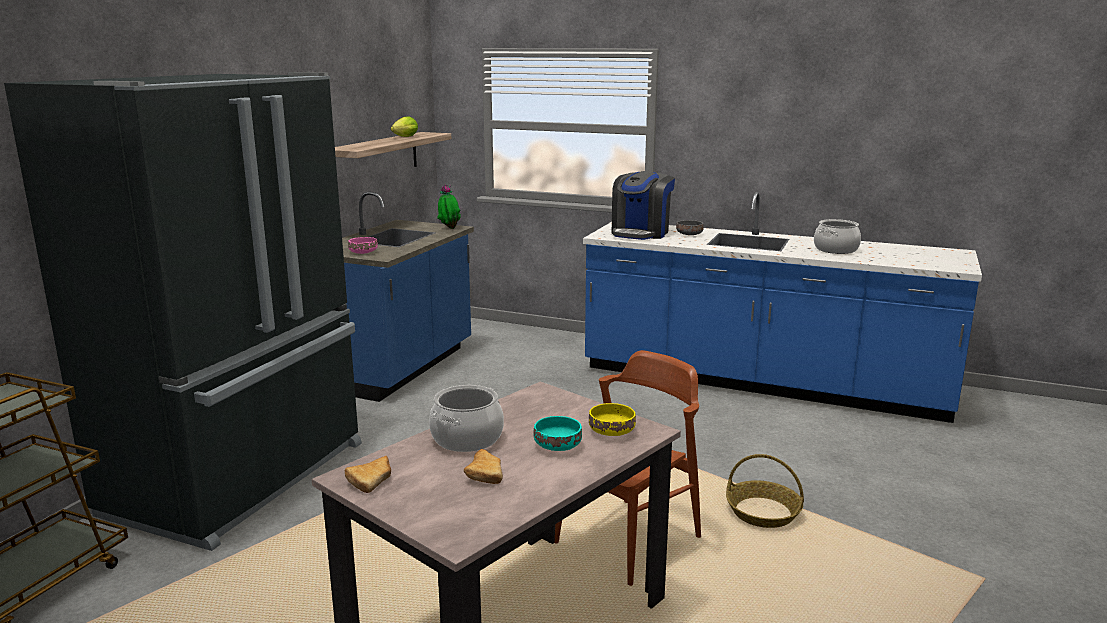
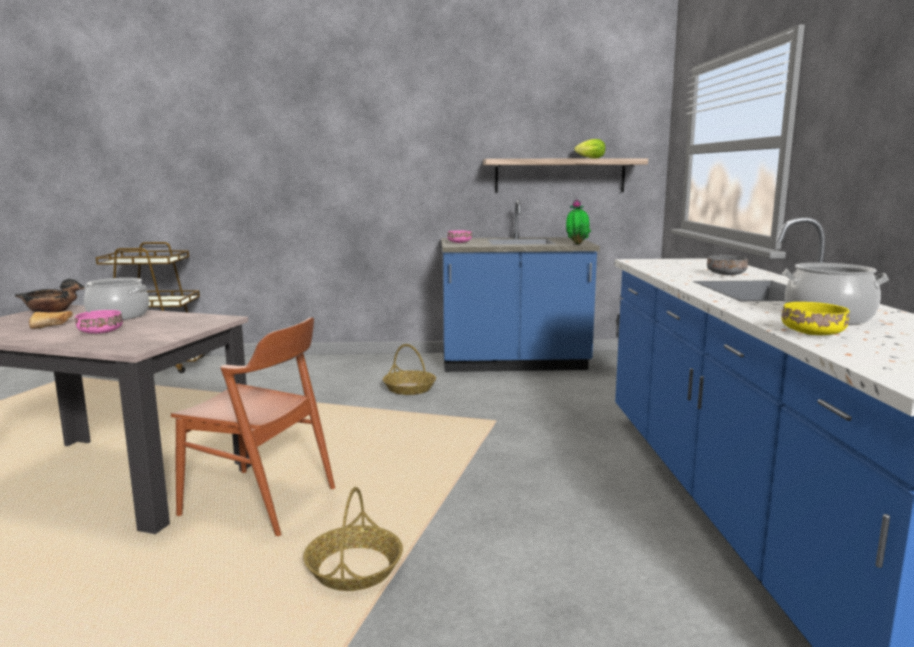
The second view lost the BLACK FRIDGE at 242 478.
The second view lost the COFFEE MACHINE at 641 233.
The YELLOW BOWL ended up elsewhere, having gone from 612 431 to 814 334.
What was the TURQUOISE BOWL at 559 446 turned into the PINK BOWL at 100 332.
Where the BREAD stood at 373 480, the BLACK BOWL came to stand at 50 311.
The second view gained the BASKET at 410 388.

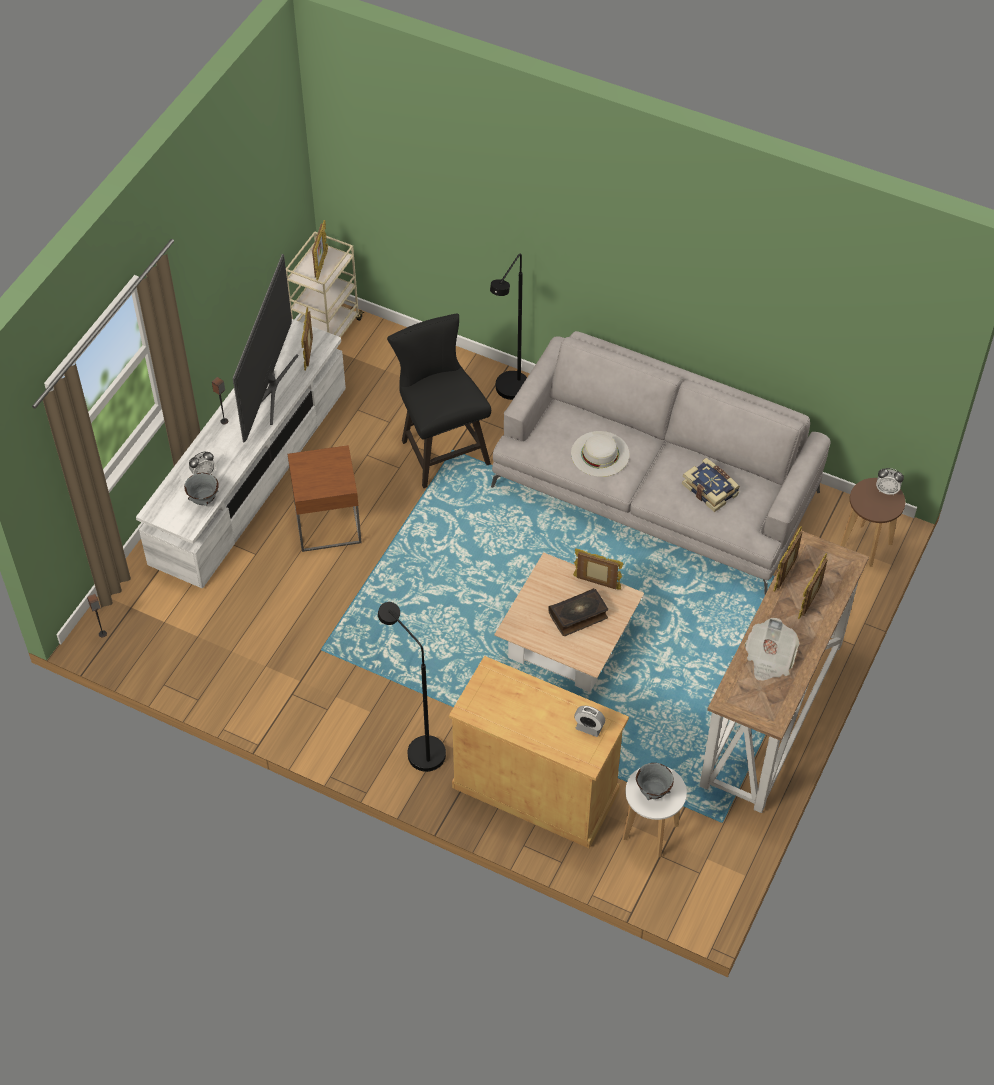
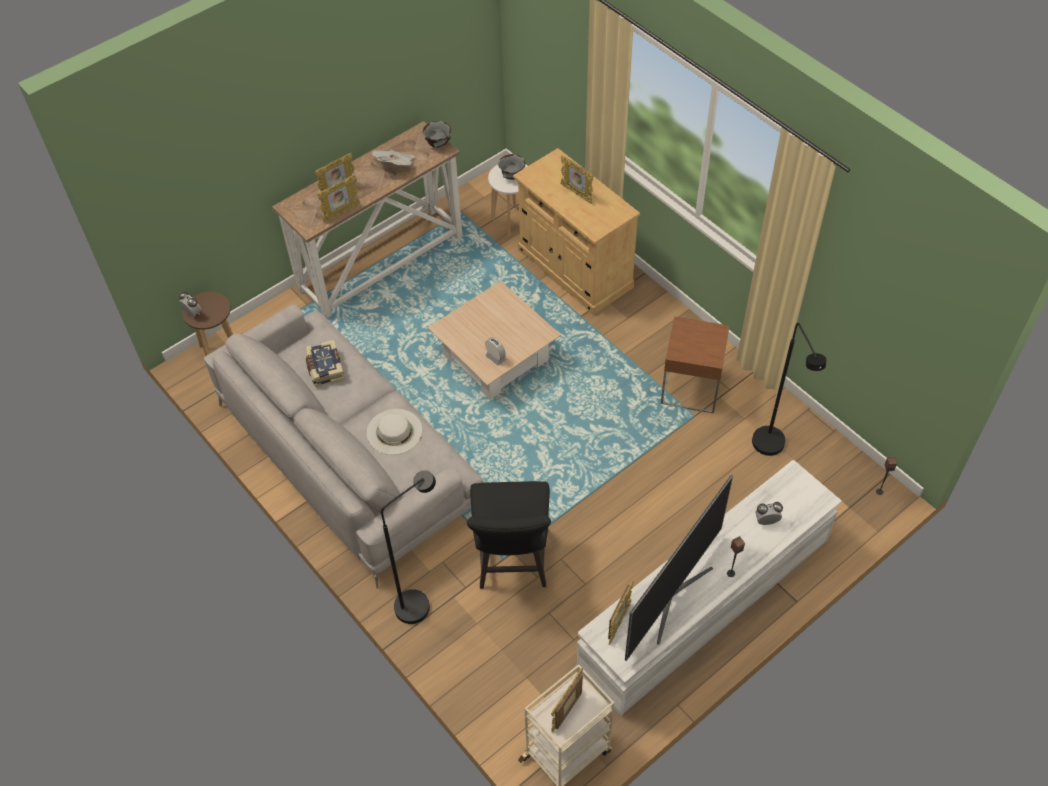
The BROWN SIDE TABLE ended up elsewhere, having gone from 328 523 to 690 387.
The GREY BOWL ended up elsewhere, having gone from 204 499 to 438 145.
The PICTURE FRAME ended up elsewhere, having gone from 596 583 to 577 194.
The second view lost the BOOK at 578 616.
The BLACK FLOOR LAMP ended up elsewhere, having gone from 418 748 to 773 449.
The ALARM CLOCK ended up elsewhere, having gone from 589 727 to 495 357.

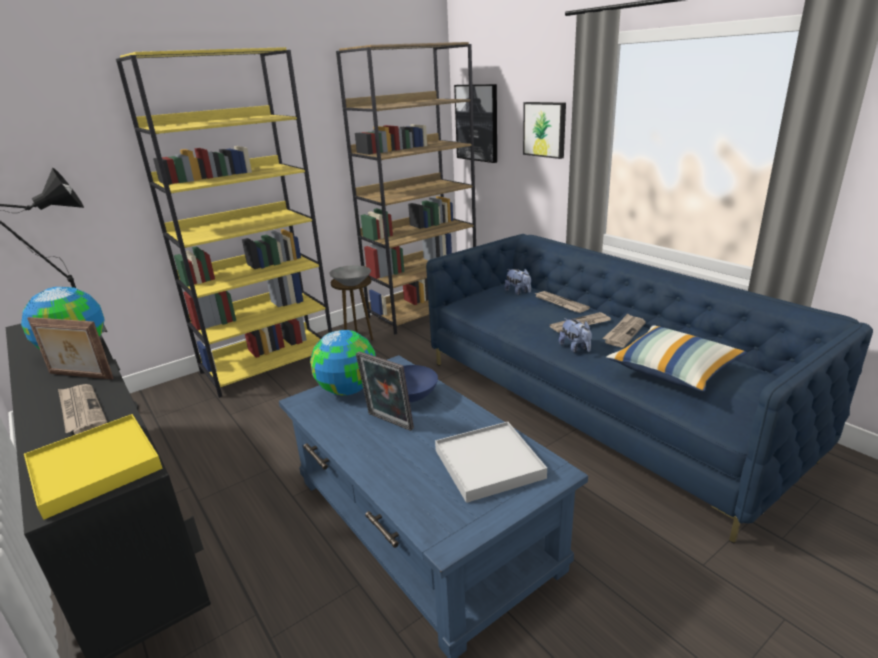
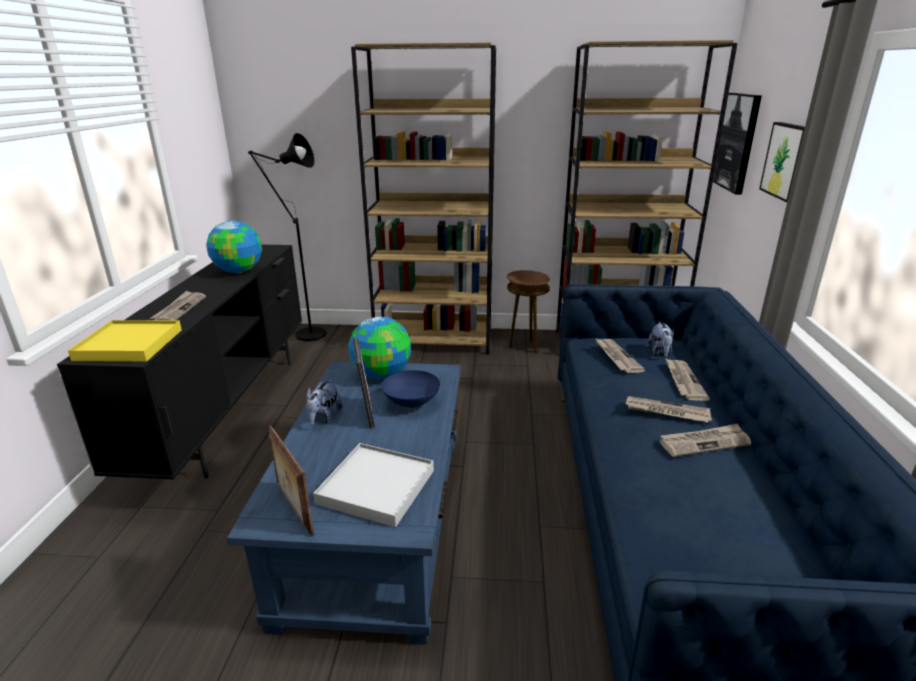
What was the YELLOW BOOKCASE at 269 364 turned into the BROWN BOOKCASE at 435 340.
What was the GREY BOWL at 351 283 turned into the BROWN BOWL at 527 289.
The PICTURE FRAME ended up elsewhere, having gone from 79 376 to 293 509.
The PLUSH TOY ended up elsewhere, having gone from 575 348 to 324 417.
The second view lost the PILLOW at 673 371.
The second view gained the NEWSPAPER at 616 357.

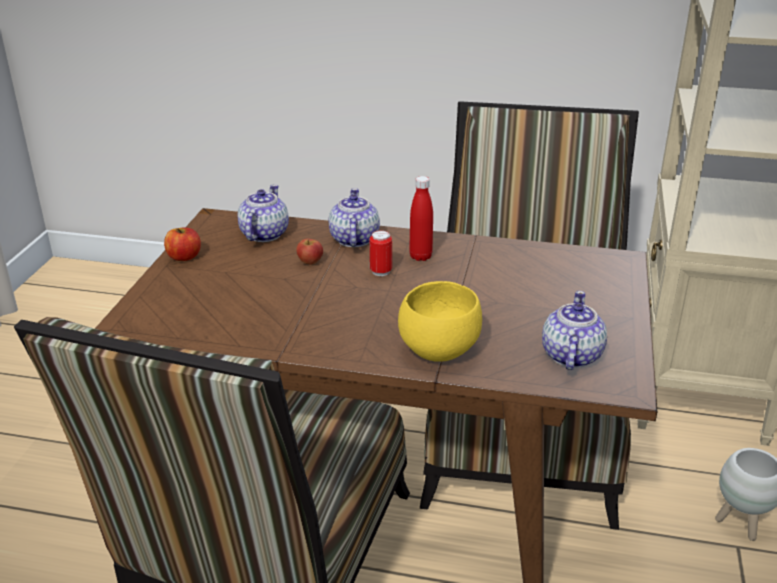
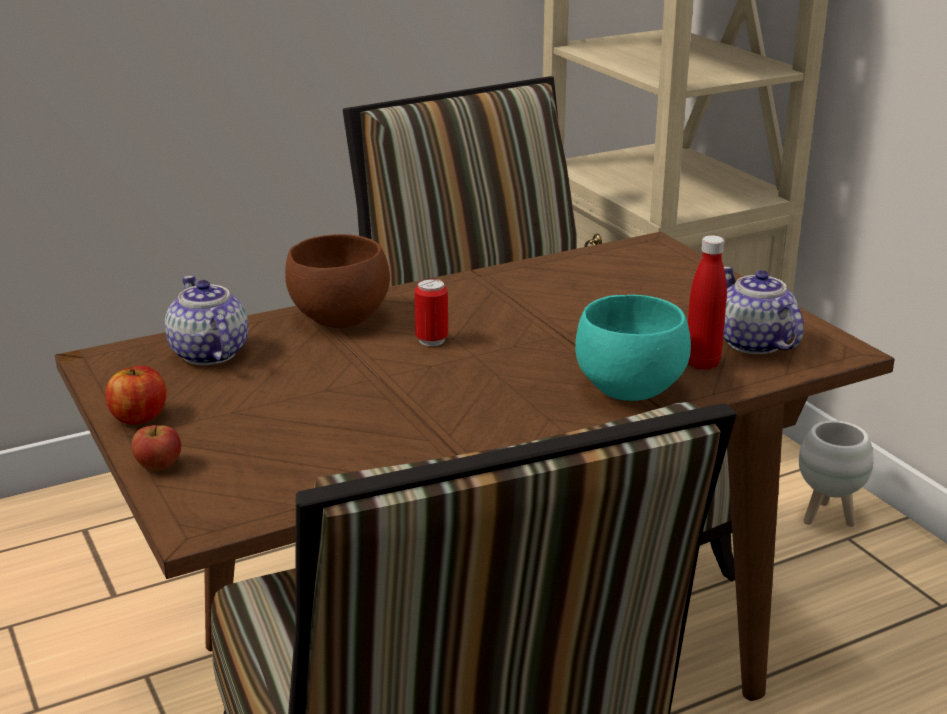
The RED BOTTLE ended up elsewhere, having gone from 420 256 to 702 363.
Where the TEAPOT stood at 353 239, the BROWN BOWL came to stand at 339 320.
The APPLE ended up elsewhere, having gone from 310 262 to 159 466.
What was the YELLOW BOWL at 436 350 turned into the TURQUOISE BOWL at 627 390.

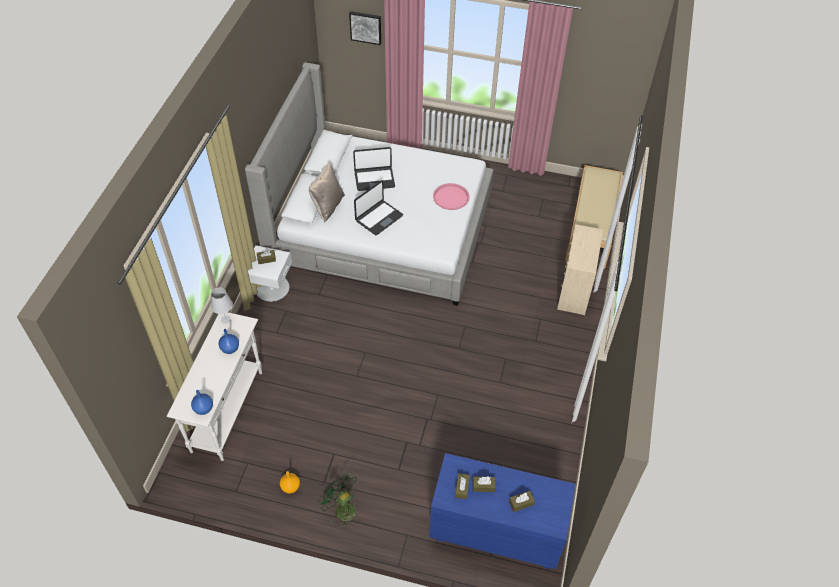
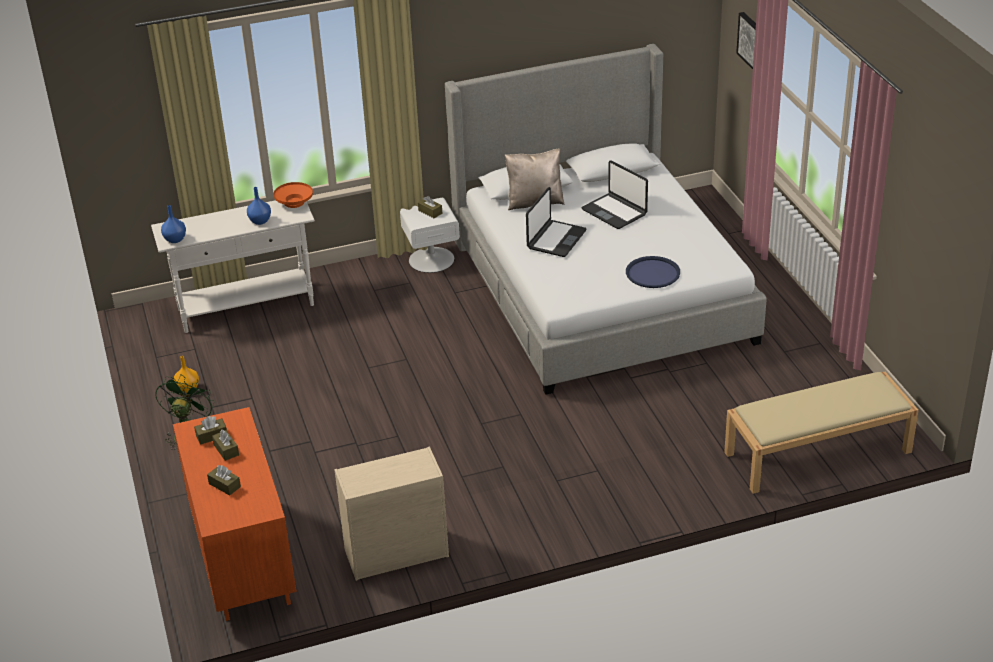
The LAPTOP at 378 218 ended up facing another way, 75 degrees counterclockwise from before.
What was the PINK TRAY at 451 197 turned into the BLUE TRAY at 652 273.
The BEIGE DRESSER ended up elsewhere, having gone from 574 291 to 395 553.
Where the WHITE TABLE LAMP stood at 225 319, the ORANGE BOWL came to stand at 294 202.
What was the BLUE DRESSER at 495 533 turned into the ORANGE DRESSER at 243 558.

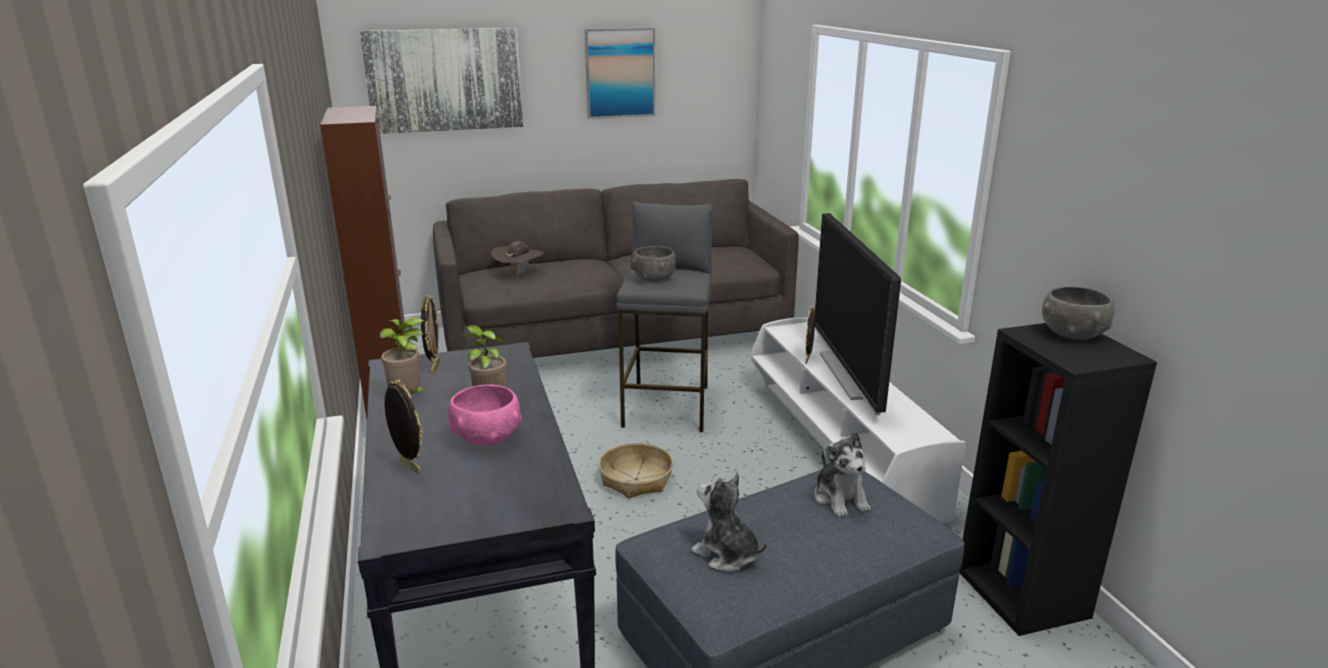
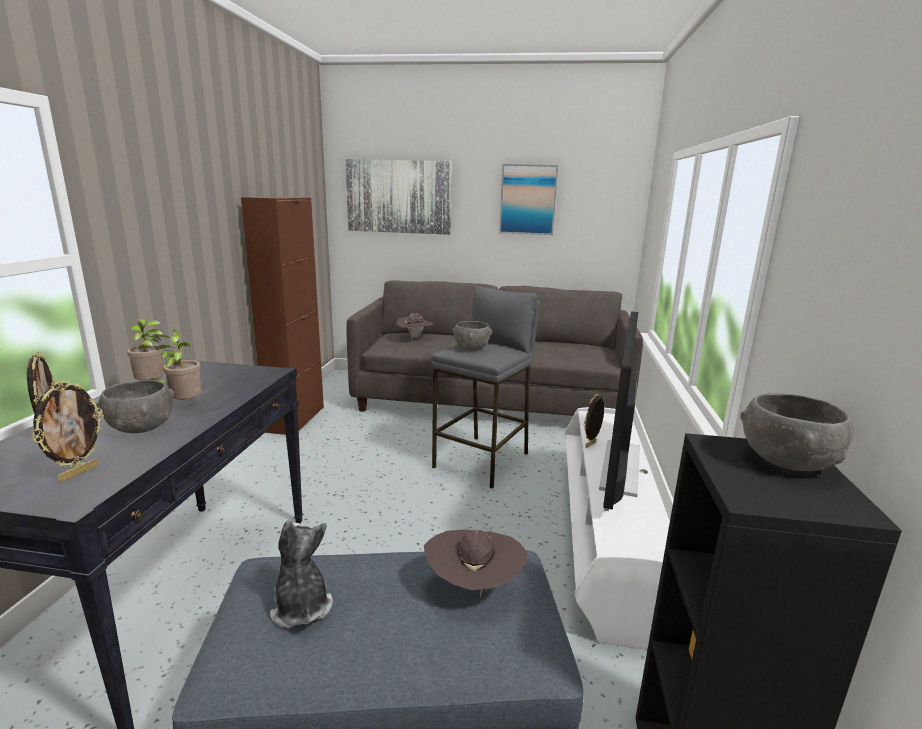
The PICTURE FRAME ended up elsewhere, having gone from 434 367 to 78 472.
What was the PINK BOWL at 487 438 turned into the GREY BOWL at 141 427.
Where the PLUSH TOY stood at 840 498, the BROWN HAT came to stand at 474 586.
The second view lost the BASKET at 636 479.

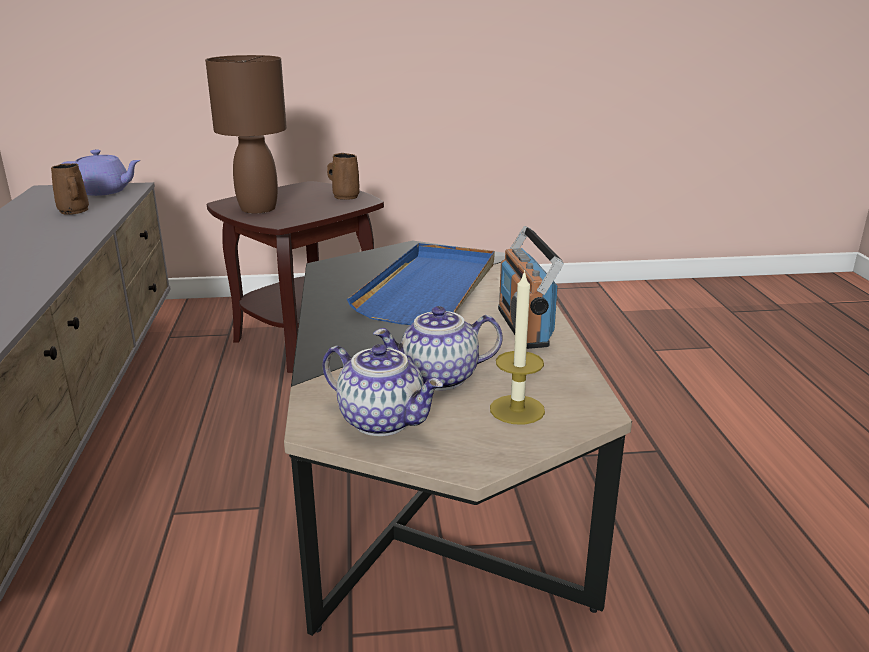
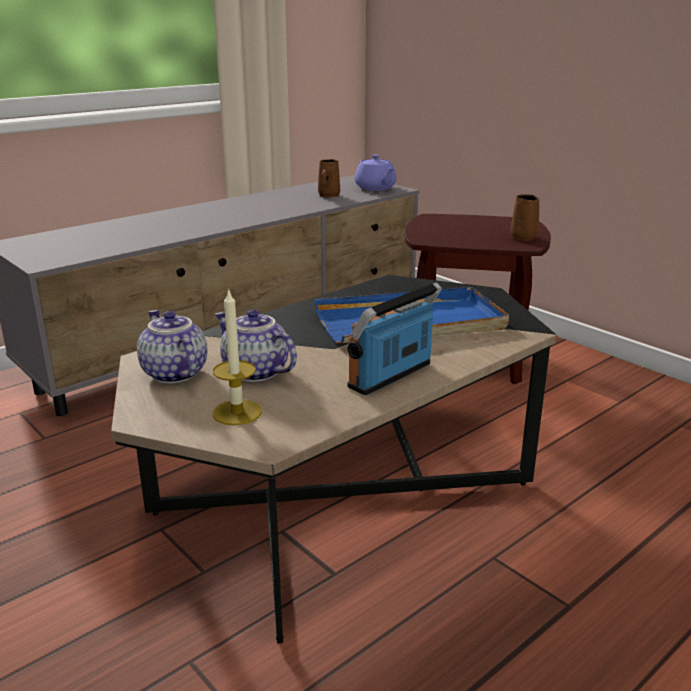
The second view lost the BROWN TABLE LAMP at 258 208.
The TEAPOT at 383 420 ended up facing another way, 150 degrees clockwise from before.

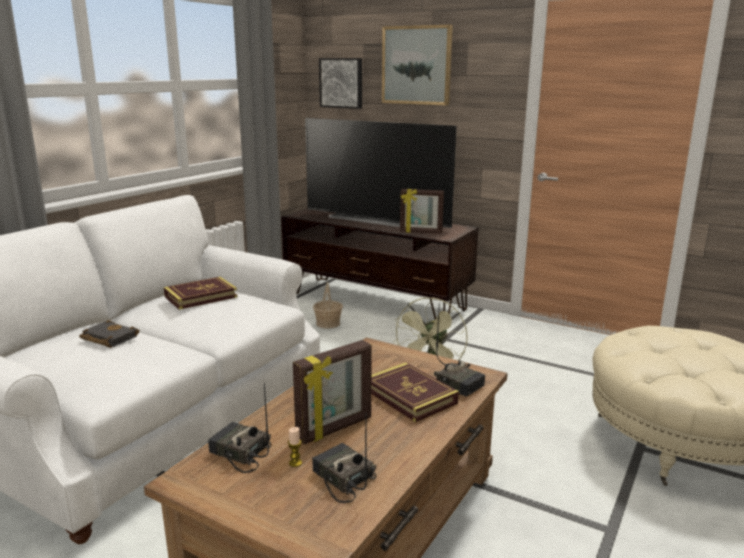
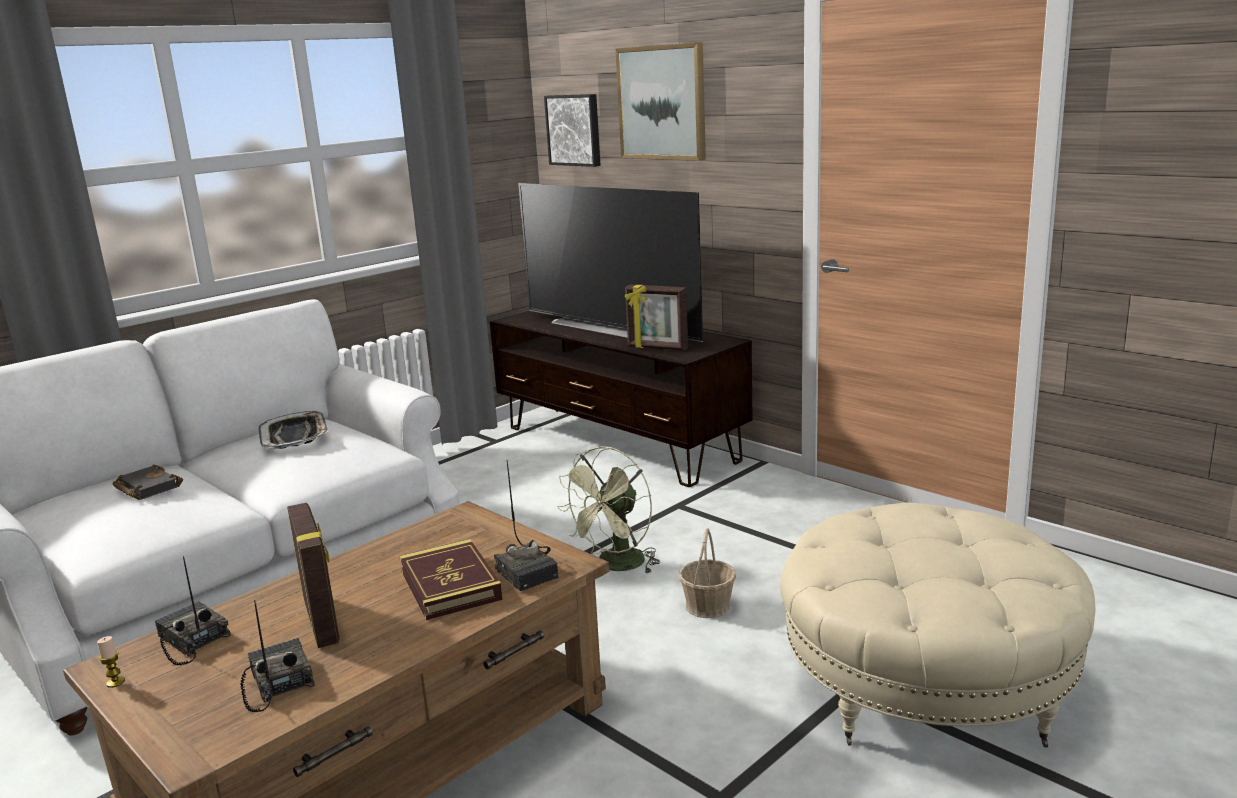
Where the BOOK stood at 201 297, the TRAY came to stand at 295 437.
The BASKET ended up elsewhere, having gone from 328 323 to 708 605.
The PICTURE FRAME at 335 429 ended up facing another way, 90 degrees counterclockwise from before.
The CANDLE ended up elsewhere, having gone from 295 463 to 115 682.

